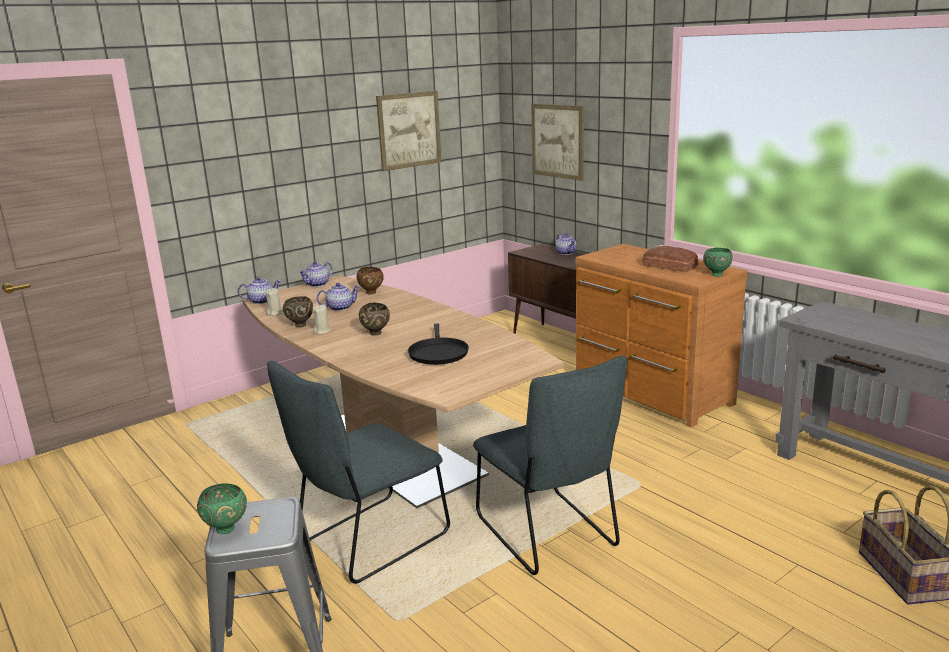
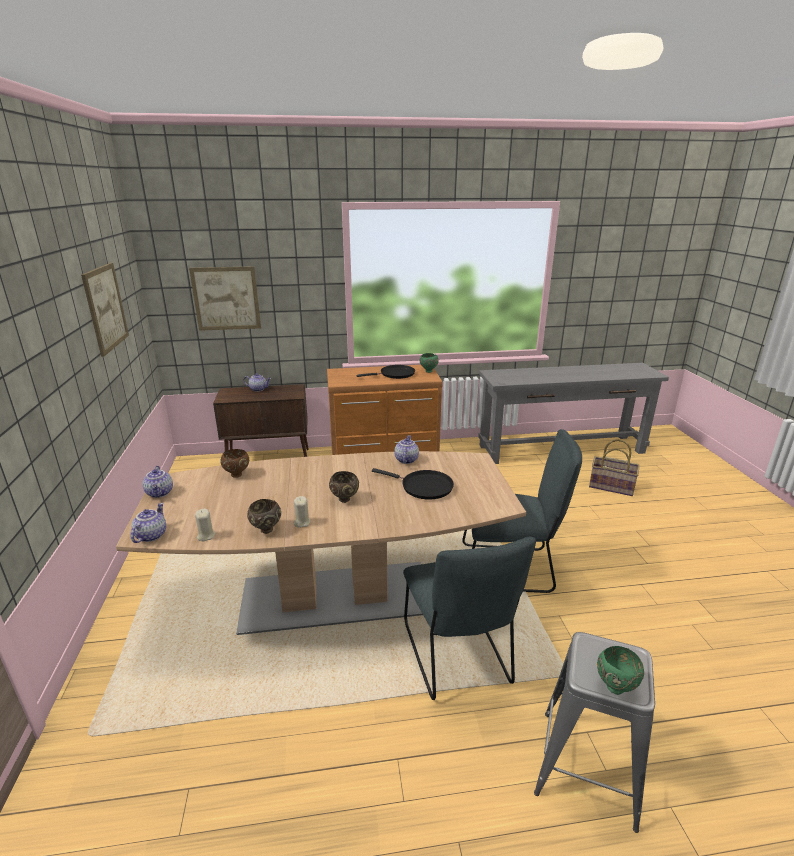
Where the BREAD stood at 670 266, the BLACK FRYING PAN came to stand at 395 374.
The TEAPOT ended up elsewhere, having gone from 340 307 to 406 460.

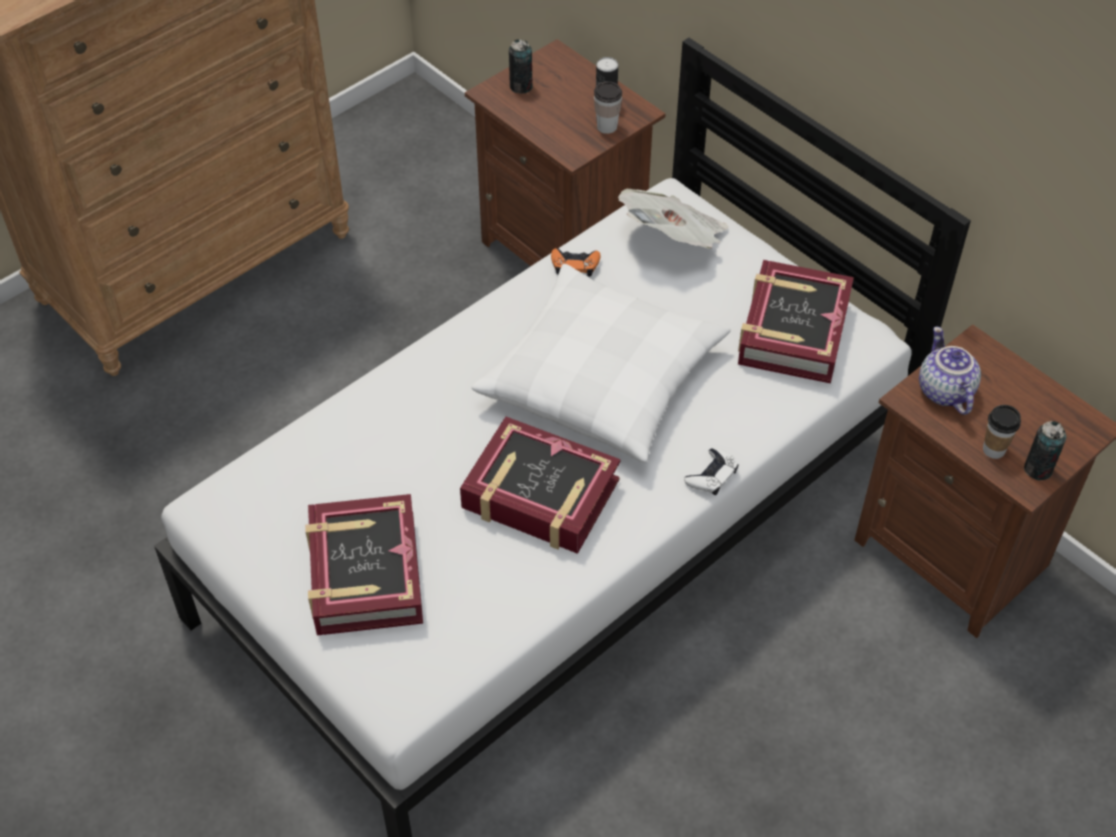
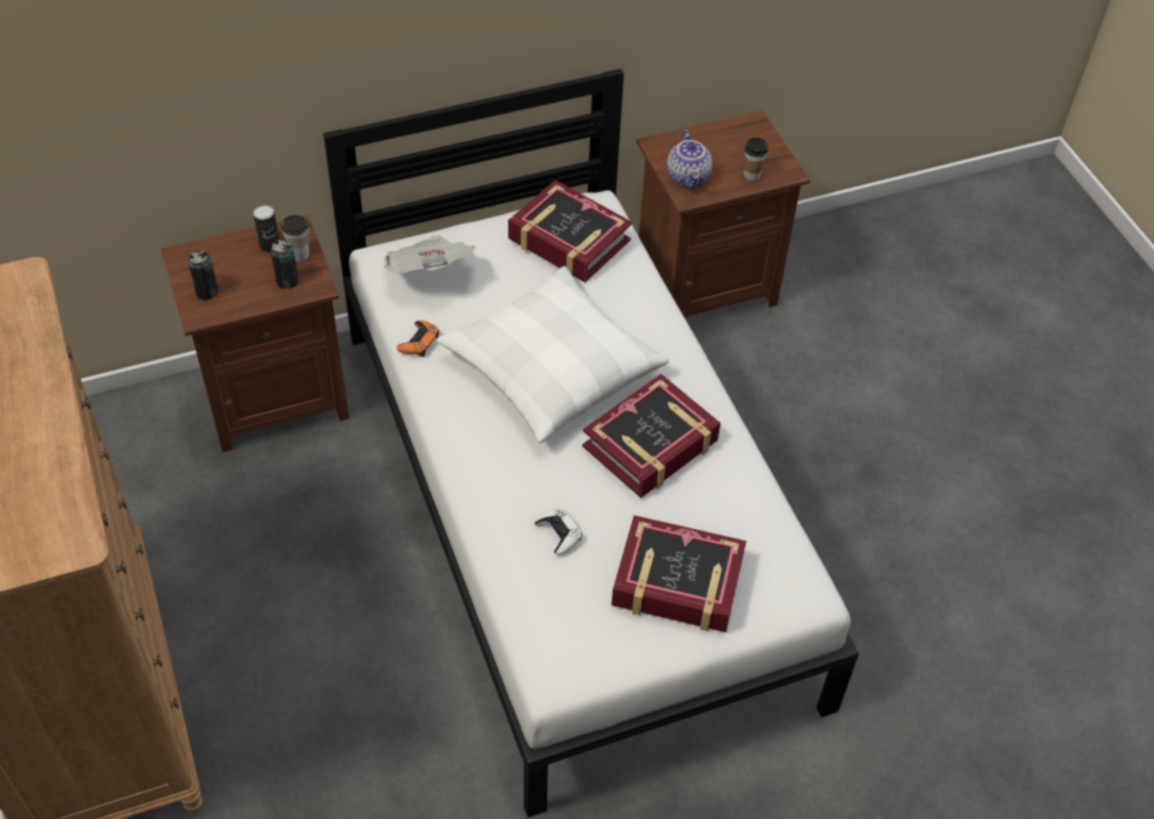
The TEAPOT at 943 391 ended up facing another way, 105 degrees counterclockwise from before.
The CAN ended up elsewhere, having gone from 1038 469 to 287 281.
The WHITE GAME CONTROLLER ended up elsewhere, having gone from 712 475 to 559 534.

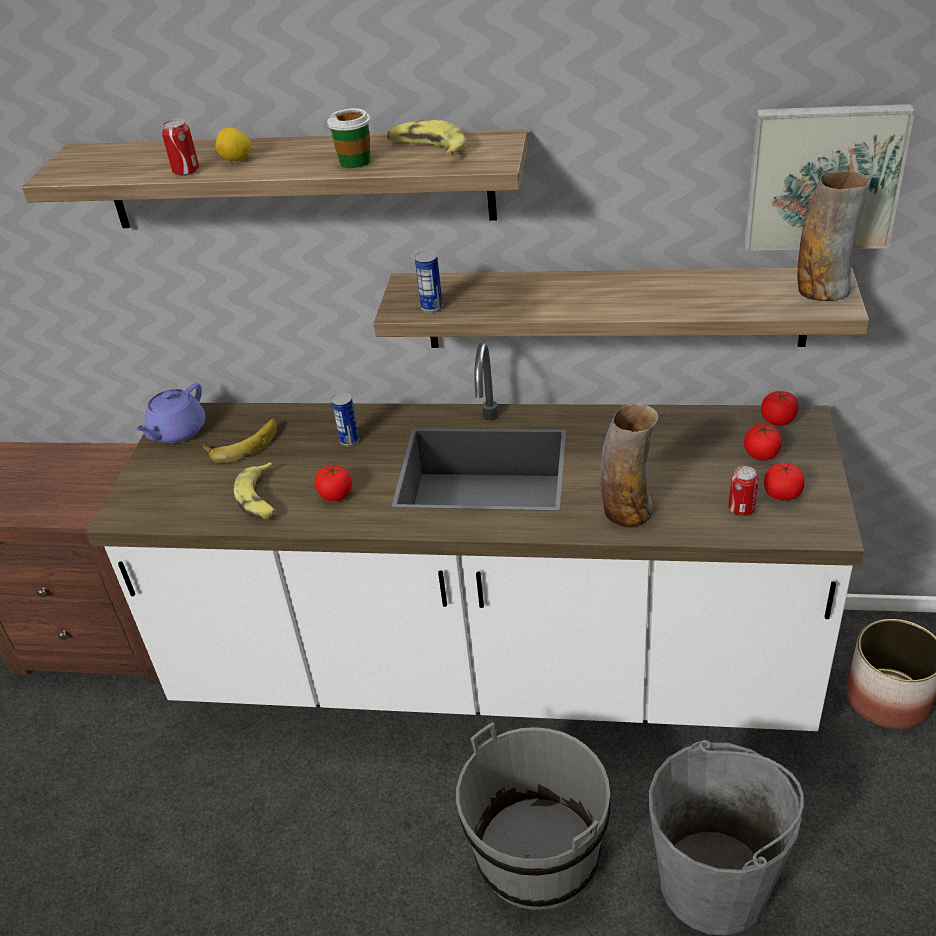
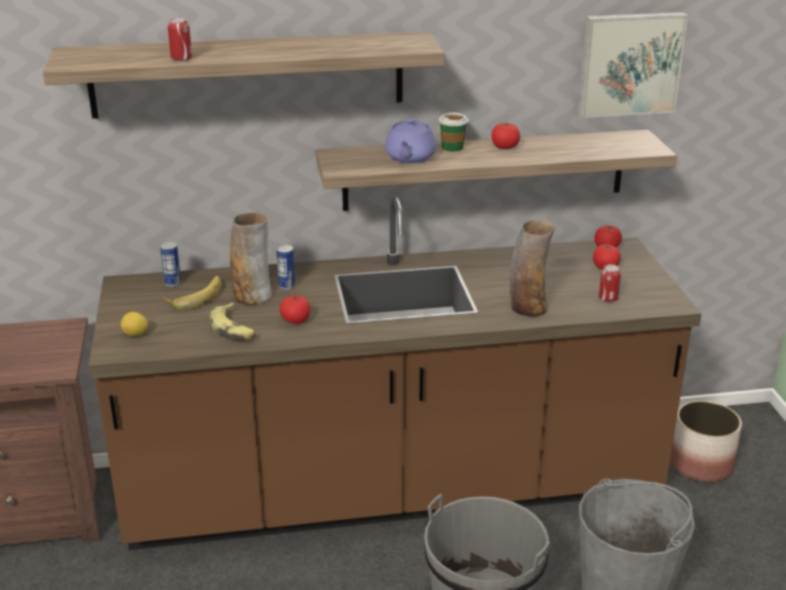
The CUP ended up elsewhere, having gone from 355 161 to 452 147.
The second view lost the BANANA at 428 149.
The LEMON ended up elsewhere, having gone from 236 160 to 135 334.
The VASE ended up elsewhere, having gone from 823 289 to 253 296.
The CAN ended up elsewhere, having gone from 432 307 to 173 283.
What was the WHITE COUNTER at 489 672 turned into the BROWN COUNTER at 393 491.
The PURPLE TEAPOT ended up elsewhere, having gone from 177 432 to 410 158.
The TOMATO ended up elsewhere, having gone from 782 494 to 504 147.

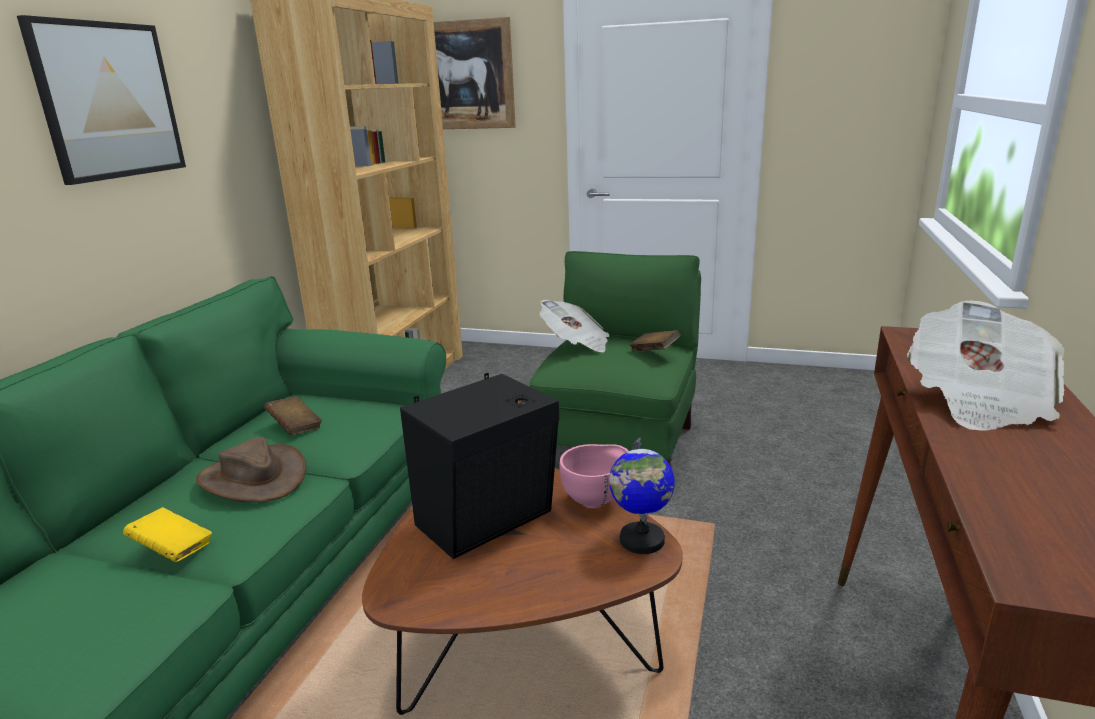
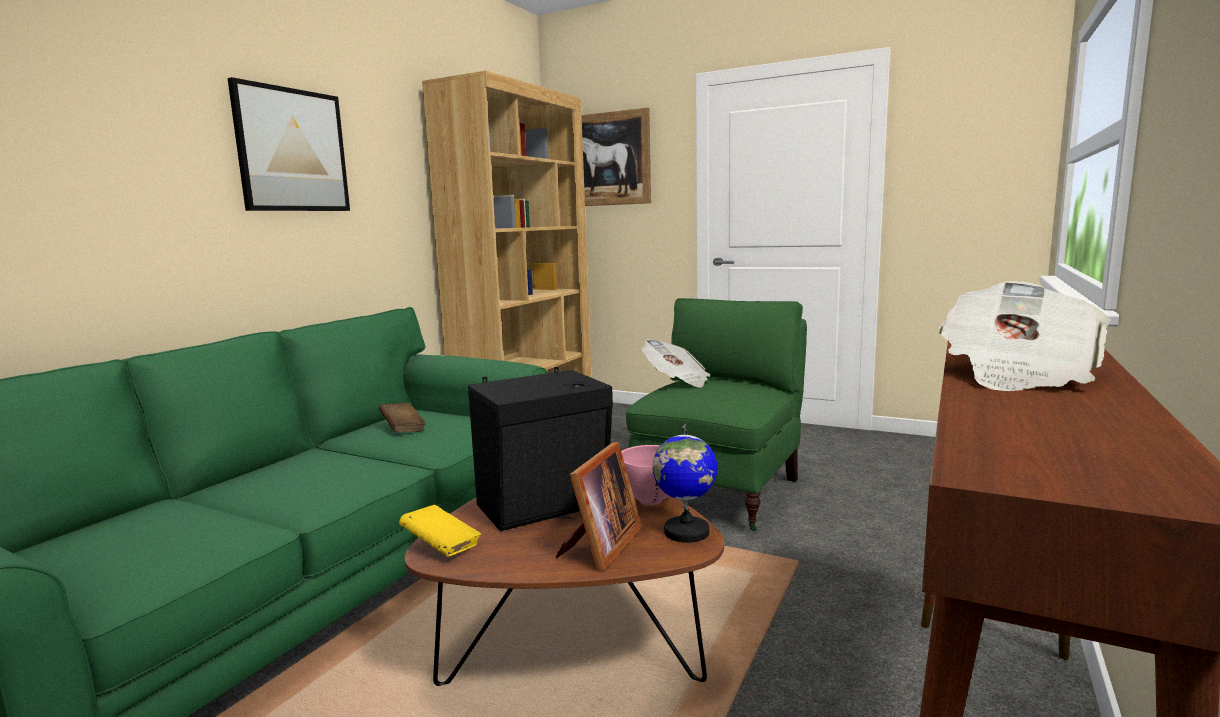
The second view lost the BROWN BOOK at 654 351.
The second view lost the BROWN HAT at 253 478.
The YELLOW BOOK ended up elsewhere, having gone from 173 549 to 441 547.
The second view gained the PICTURE FRAME at 600 547.

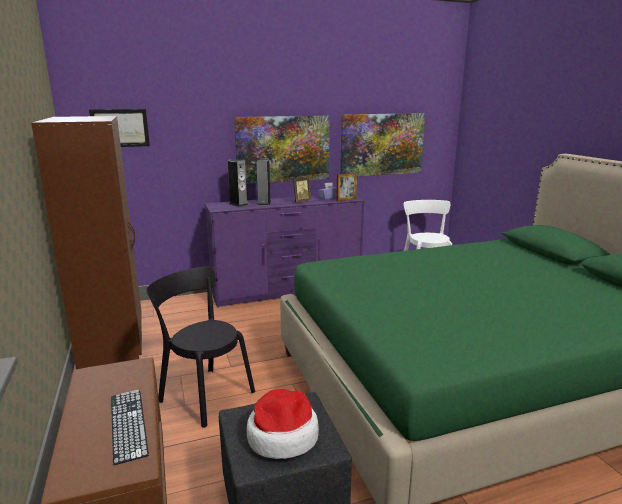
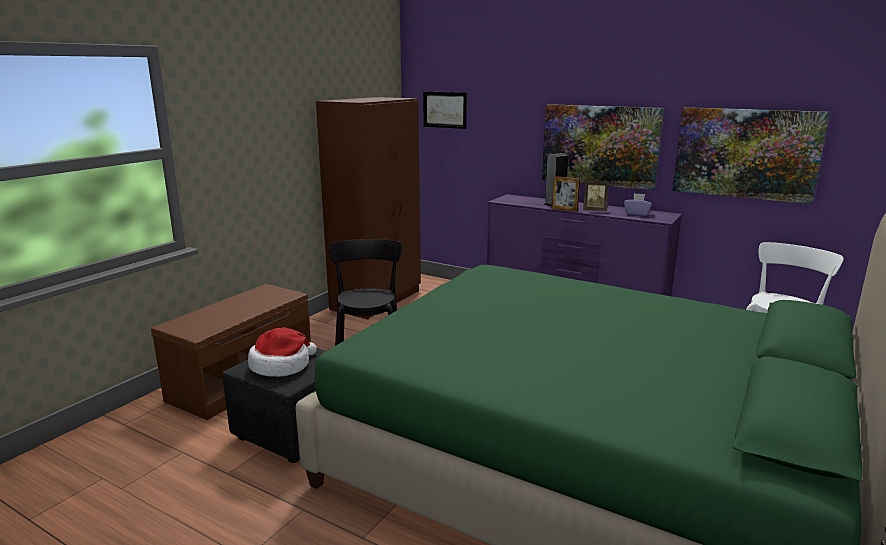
The second view lost the SPEAKER at 238 204.
The PICTURE FRAME ended up elsewhere, having gone from 346 200 to 564 210.
The second view lost the KEYBOARD at 128 424.

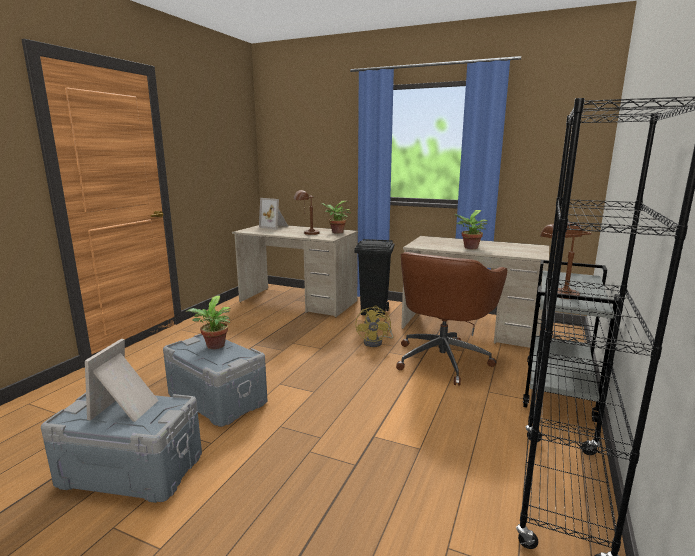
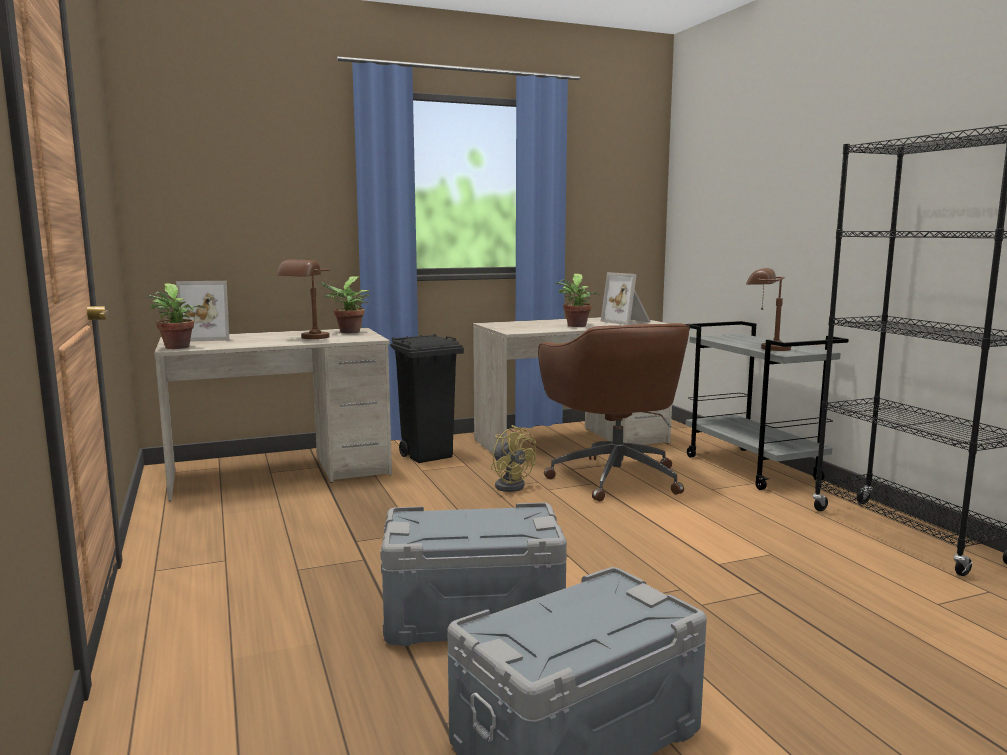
The POTTED PLANT ended up elsewhere, having gone from 214 346 to 177 348.
The PICTURE FRAME ended up elsewhere, having gone from 127 408 to 627 322.

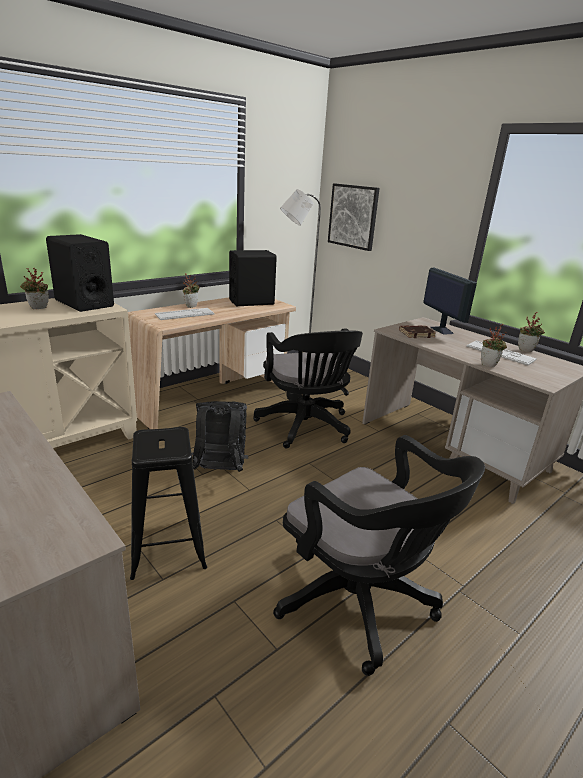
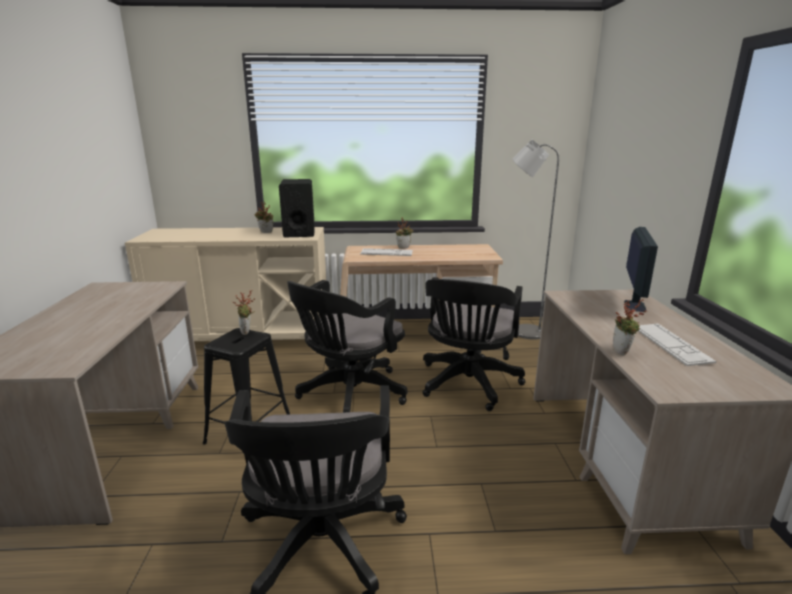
The second view lost the PICTURE at 353 216.
The second view lost the BLACK SPEAKER at 251 302.
The POTTED PLANT ended up elsewhere, having gone from 526 350 to 247 332.
The second view lost the BROWN BOOK at 416 334.
Where the BLACK BACKPACK stood at 220 471, the BLACK OFFICE CHAIR came to stand at 348 395.

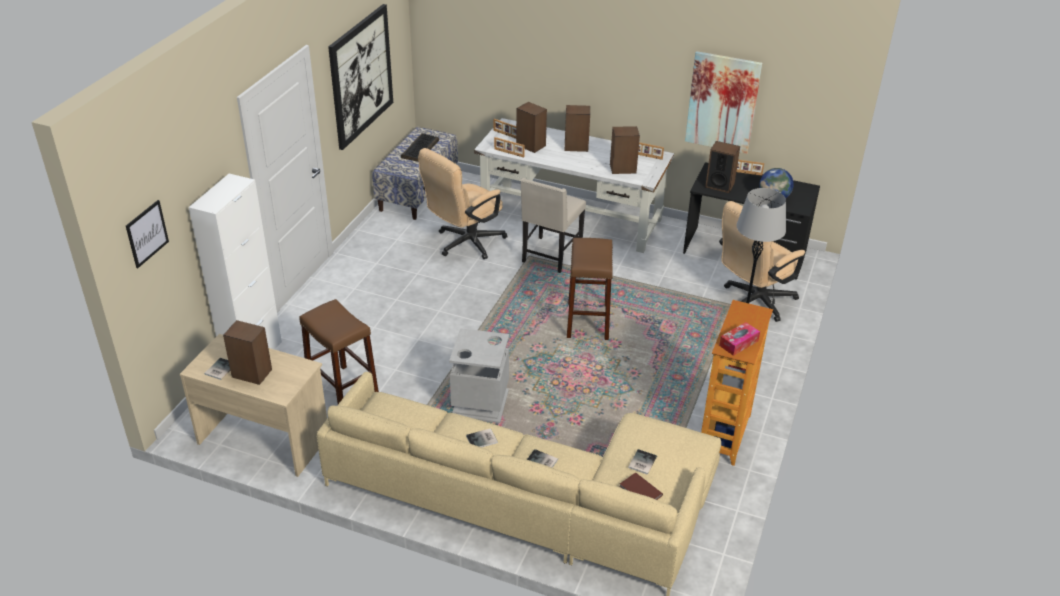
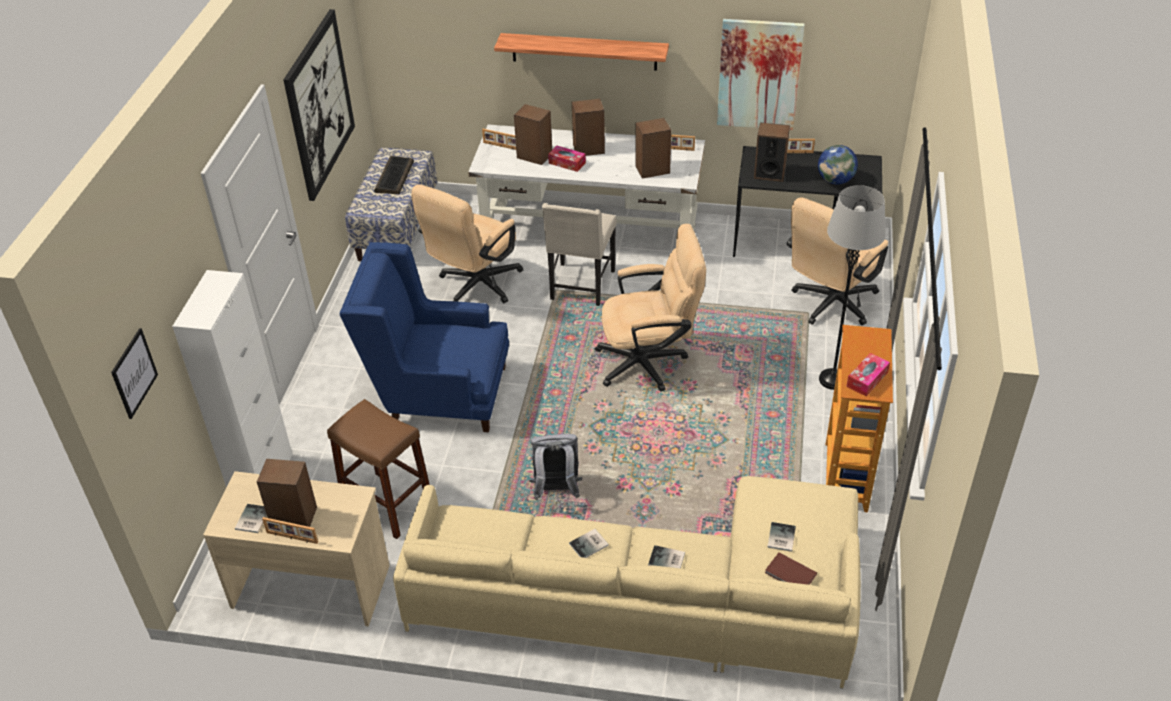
The PICTURE FRAME ended up elsewhere, having gone from 509 153 to 292 538.
Where the BROWN STOOL stood at 588 321, the BEIGE OFFICE CHAIR came to stand at 650 362.
Where the GREY TRASH CAN stood at 480 404, the GREY BACKPACK came to stand at 556 490.
The second view gained the SHELF at 584 51.
The second view gained the TISSUE BOX at 567 163.
The second view gained the BLUE ARMCHAIR at 438 394.

